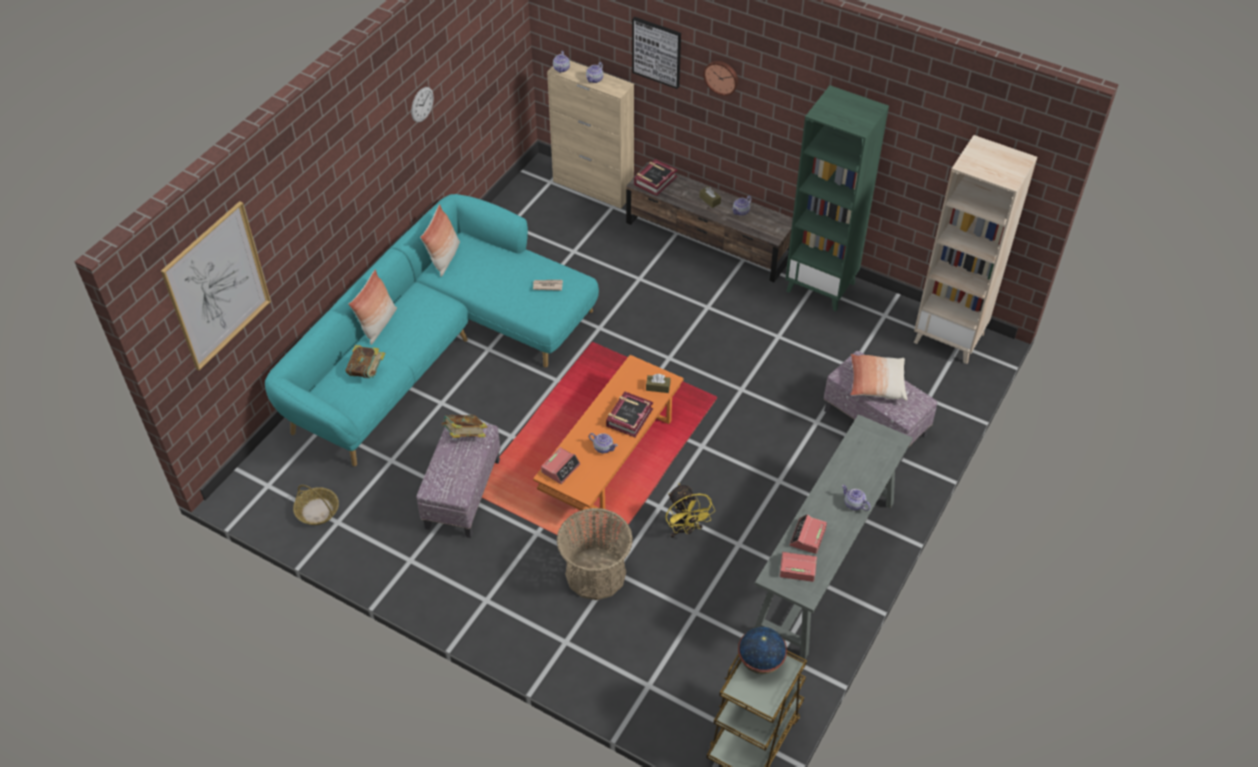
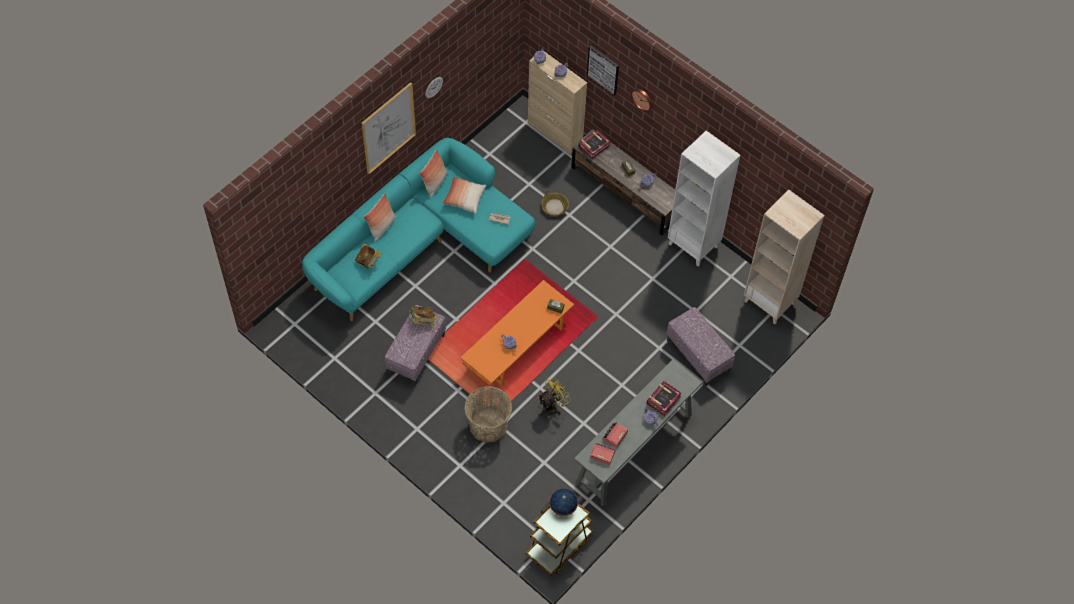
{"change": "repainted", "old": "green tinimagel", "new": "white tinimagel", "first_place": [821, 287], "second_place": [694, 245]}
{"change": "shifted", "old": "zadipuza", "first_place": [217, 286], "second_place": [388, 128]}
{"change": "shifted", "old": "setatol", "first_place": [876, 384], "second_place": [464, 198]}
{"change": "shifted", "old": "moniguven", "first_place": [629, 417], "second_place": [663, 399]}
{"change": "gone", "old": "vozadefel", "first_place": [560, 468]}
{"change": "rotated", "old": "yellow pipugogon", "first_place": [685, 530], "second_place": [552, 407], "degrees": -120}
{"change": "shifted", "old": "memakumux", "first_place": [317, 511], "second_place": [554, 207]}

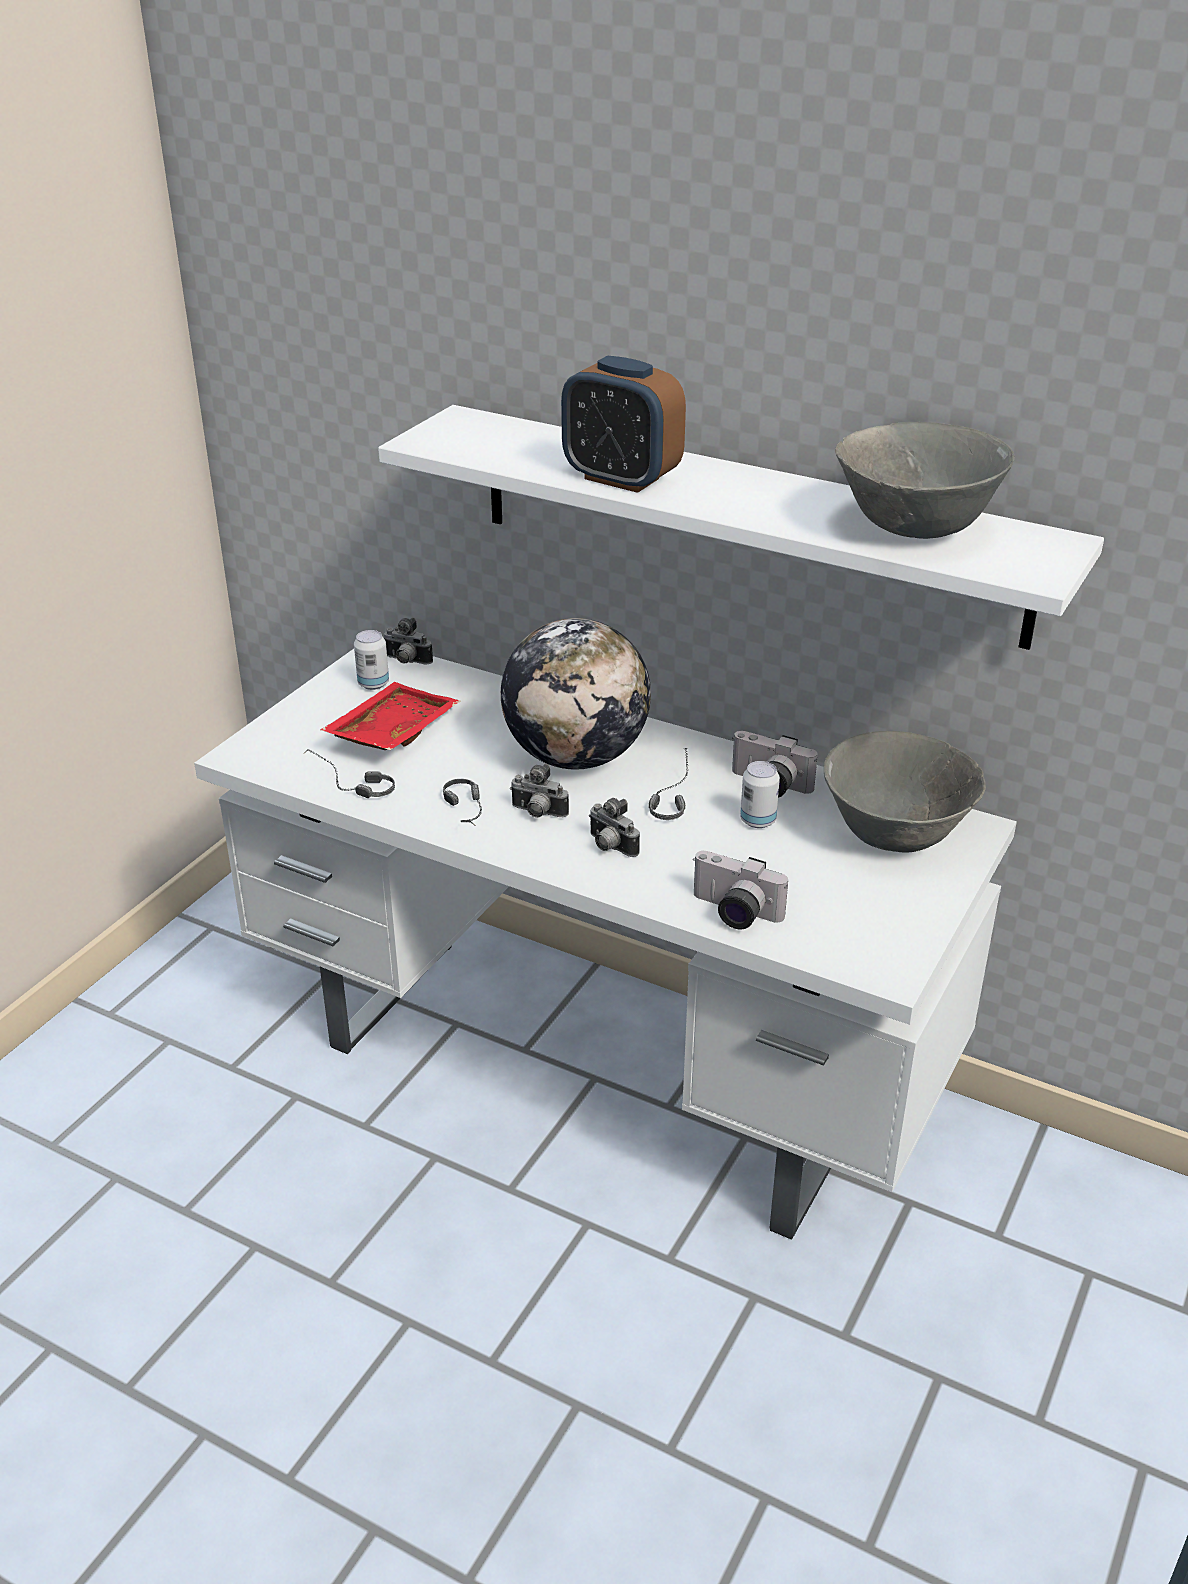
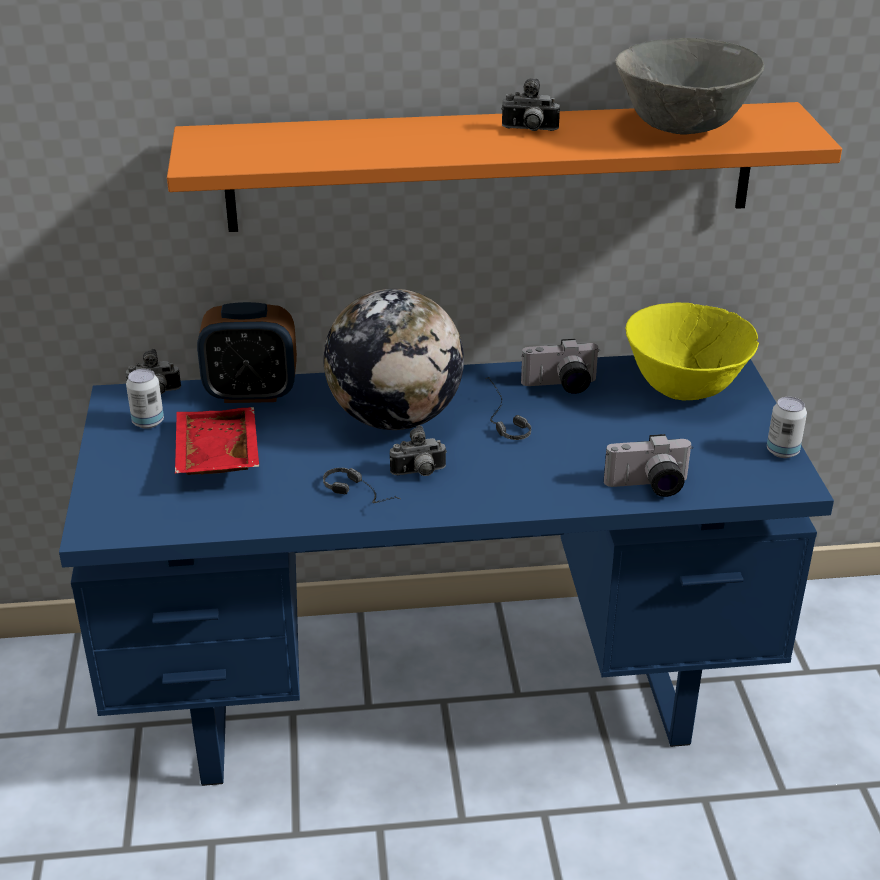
{"change": "shifted", "old": "vozadefel", "first_place": [621, 479], "second_place": [251, 393]}
{"change": "repainted", "old": "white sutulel", "new": "orange sutulel", "first_place": [745, 523], "second_place": [492, 167]}
{"change": "repainted", "old": "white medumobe", "new": "blue medumobe", "first_place": [597, 1072], "second_place": [441, 695]}
{"change": "repainted", "old": "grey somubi", "new": "yellow somubi", "first_place": [894, 834], "second_place": [684, 387]}
{"change": "gone", "old": "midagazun", "first_place": [347, 786]}
{"change": "shifted", "old": "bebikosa", "first_place": [758, 821], "second_place": [782, 451]}
{"change": "shifted", "old": "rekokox", "first_place": [609, 847], "second_place": [529, 130]}

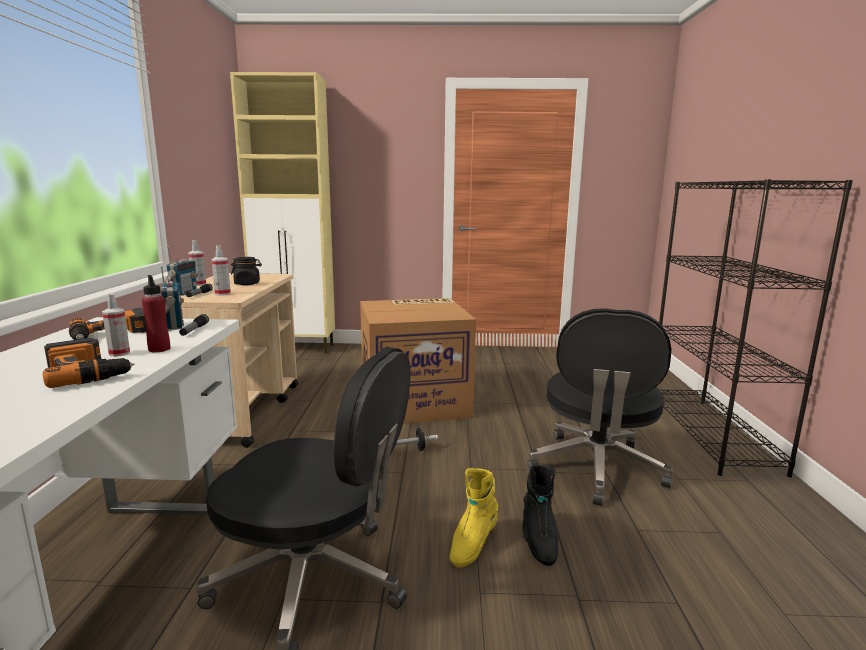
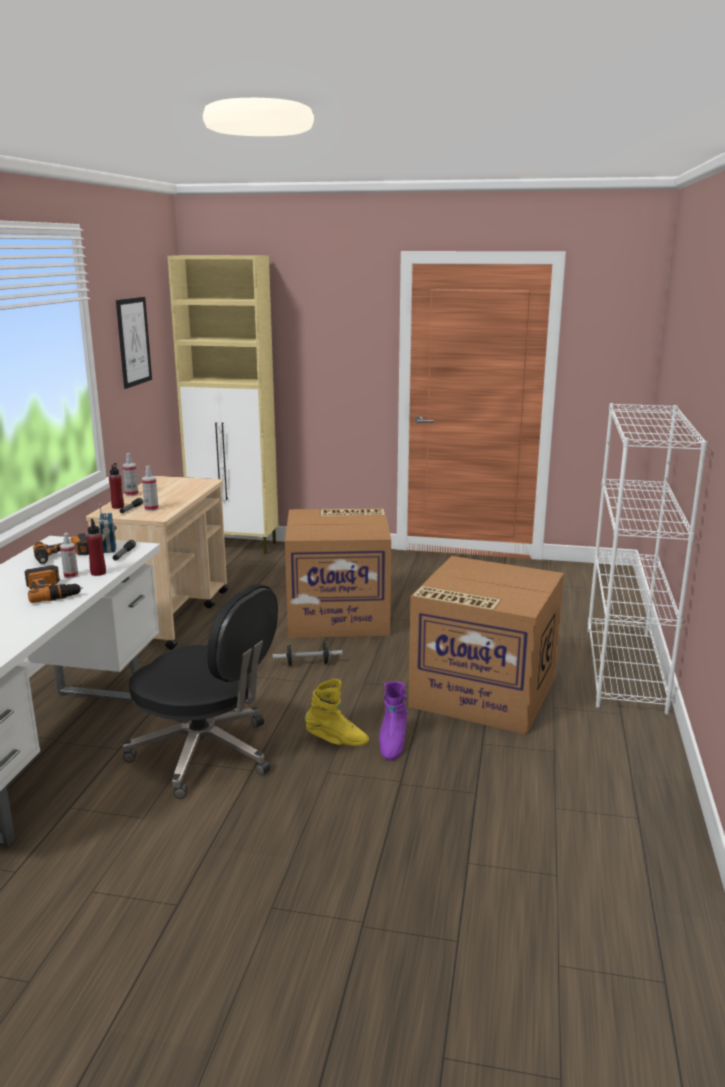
{"change": "repainted", "old": "black tinimagel", "new": "white tinimagel", "first_place": [711, 434], "second_place": [625, 669]}
{"change": "swapped", "old": "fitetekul", "new": "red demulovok", "first_place": [183, 293], "second_place": [118, 507]}
{"change": "gone", "old": "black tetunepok", "first_place": [247, 284]}
{"change": "swapped", "old": "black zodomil", "new": "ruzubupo", "first_place": [596, 469], "second_place": [481, 692]}
{"change": "repainted", "old": "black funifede", "new": "purple funifede", "first_place": [538, 540], "second_place": [392, 743]}
{"change": "rotated", "old": "yellow funifede", "first_place": [472, 544], "second_place": [336, 741], "degrees": -120}
{"change": "new", "new": "zadipuza", "second_place": [133, 341]}

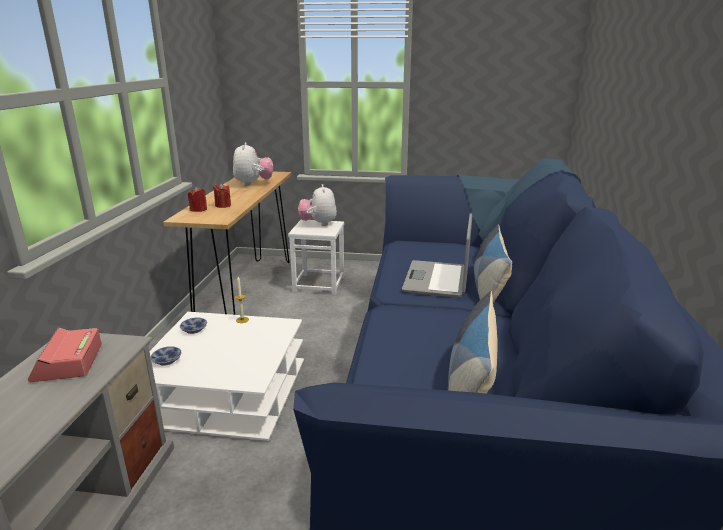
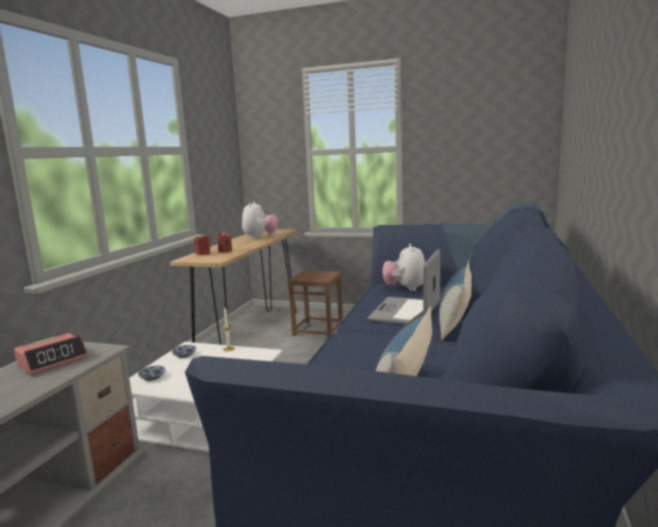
{"change": "shifted", "old": "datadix", "first_place": [318, 224], "second_place": [405, 289]}
{"change": "repainted", "old": "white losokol", "new": "brown losokol", "first_place": [319, 283], "second_place": [318, 330]}
{"change": "rotated", "old": "vozadefel", "first_place": [68, 363], "second_place": [53, 361], "degrees": -135}

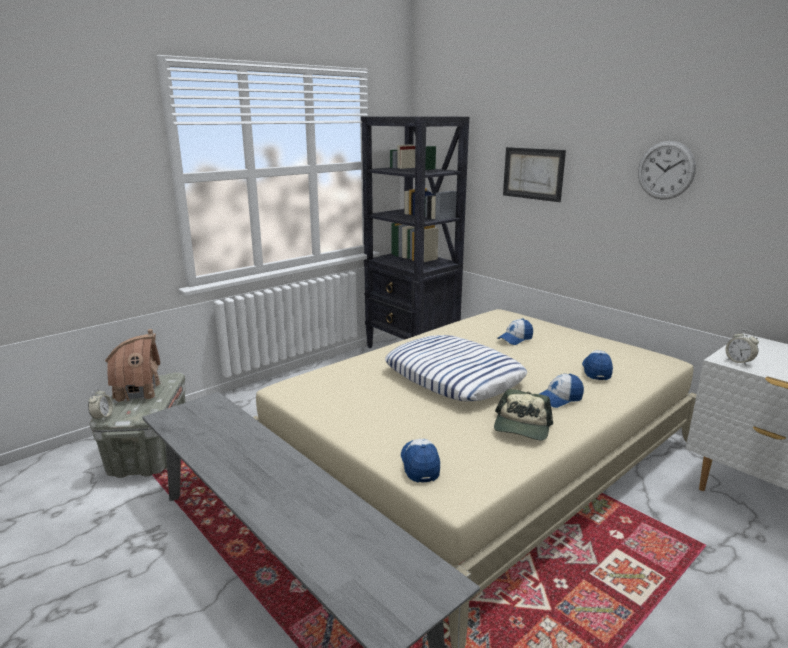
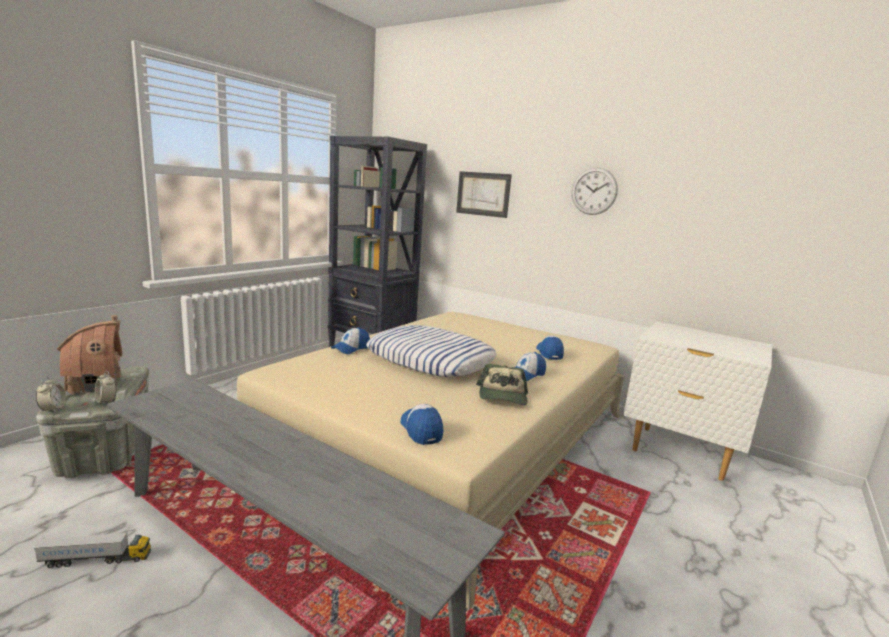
{"change": "shifted", "old": "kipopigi", "first_place": [515, 339], "second_place": [351, 349]}
{"change": "shifted", "old": "vozadefel", "first_place": [739, 362], "second_place": [106, 402]}
{"change": "new", "new": "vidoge", "second_place": [96, 560]}

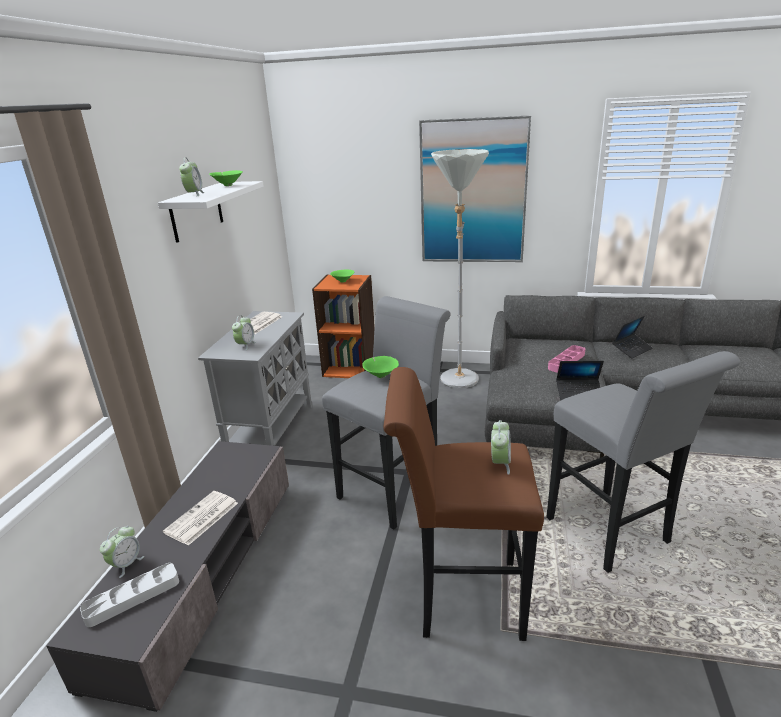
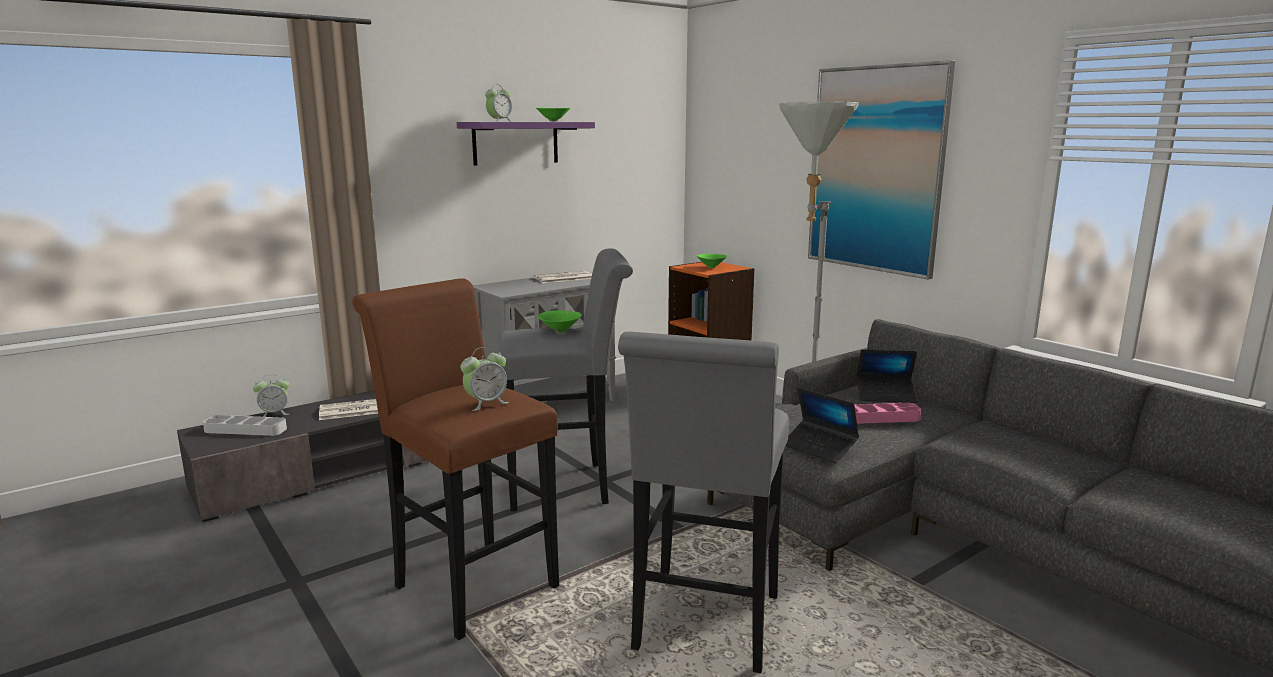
{"change": "repainted", "old": "white sutulel", "new": "purple sutulel", "first_place": [196, 211], "second_place": [516, 143]}
{"change": "gone", "old": "vozadefel", "first_place": [245, 345]}
{"change": "shifted", "old": "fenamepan", "first_place": [631, 349], "second_place": [886, 396]}

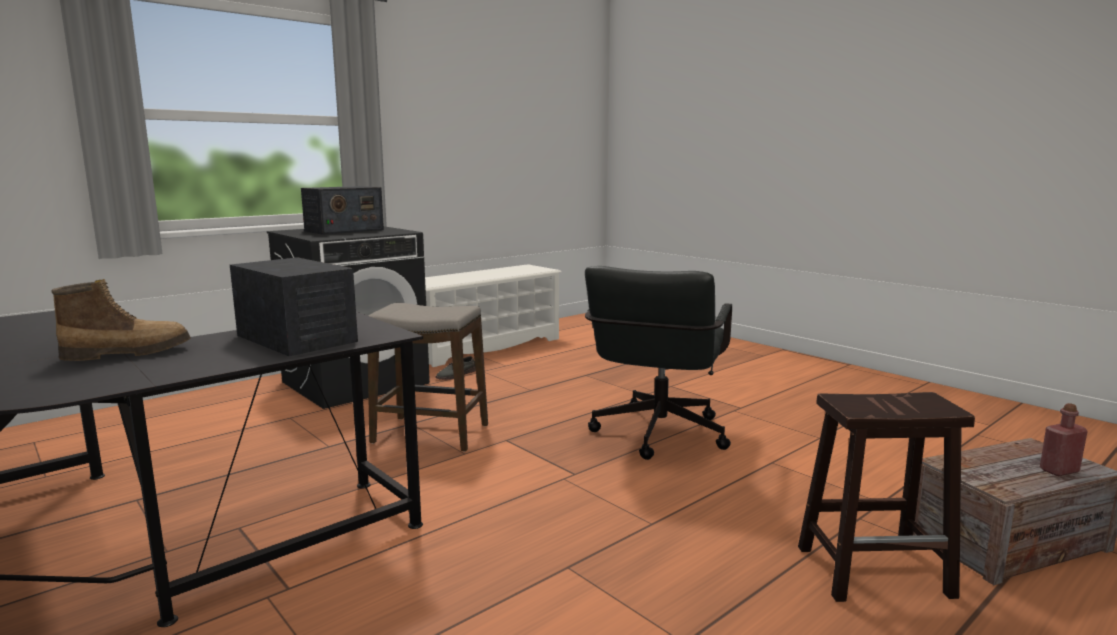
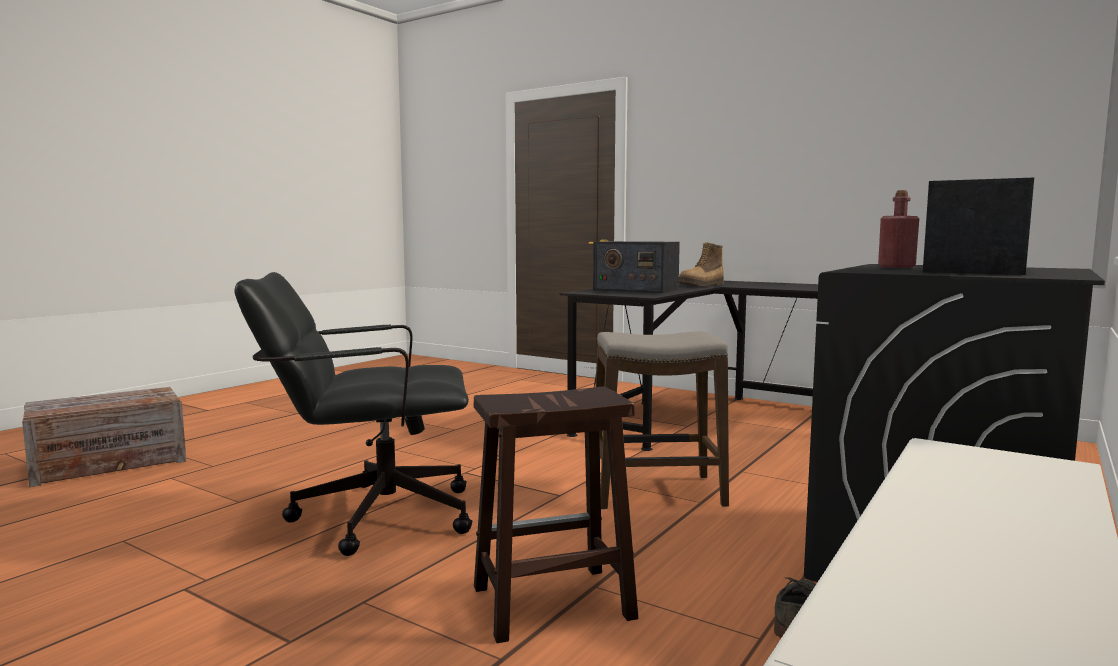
{"change": "rotated", "old": "black zodomil", "first_place": [656, 437], "second_place": [368, 516], "degrees": -105}
{"change": "shifted", "old": "brown losokol", "first_place": [875, 571], "second_place": [550, 603]}
{"change": "shifted", "old": "red demulovok", "first_place": [1059, 471], "second_place": [896, 267]}

